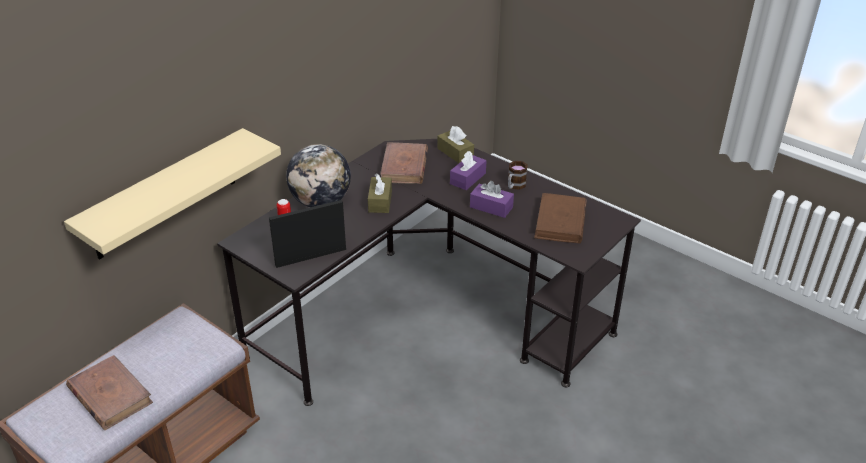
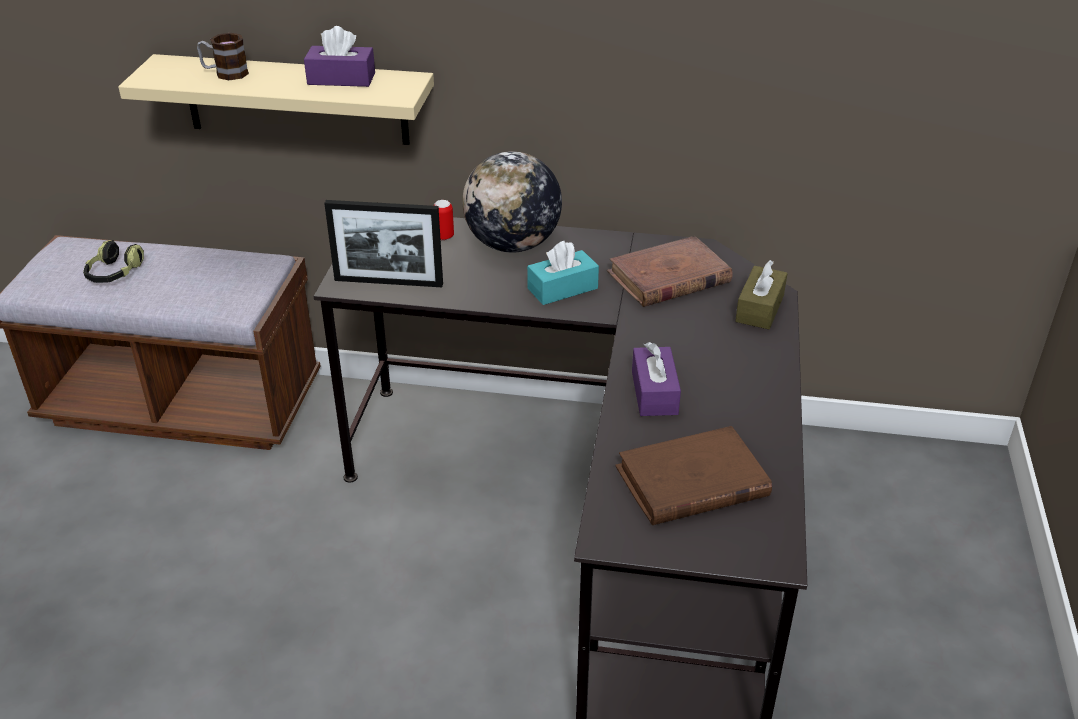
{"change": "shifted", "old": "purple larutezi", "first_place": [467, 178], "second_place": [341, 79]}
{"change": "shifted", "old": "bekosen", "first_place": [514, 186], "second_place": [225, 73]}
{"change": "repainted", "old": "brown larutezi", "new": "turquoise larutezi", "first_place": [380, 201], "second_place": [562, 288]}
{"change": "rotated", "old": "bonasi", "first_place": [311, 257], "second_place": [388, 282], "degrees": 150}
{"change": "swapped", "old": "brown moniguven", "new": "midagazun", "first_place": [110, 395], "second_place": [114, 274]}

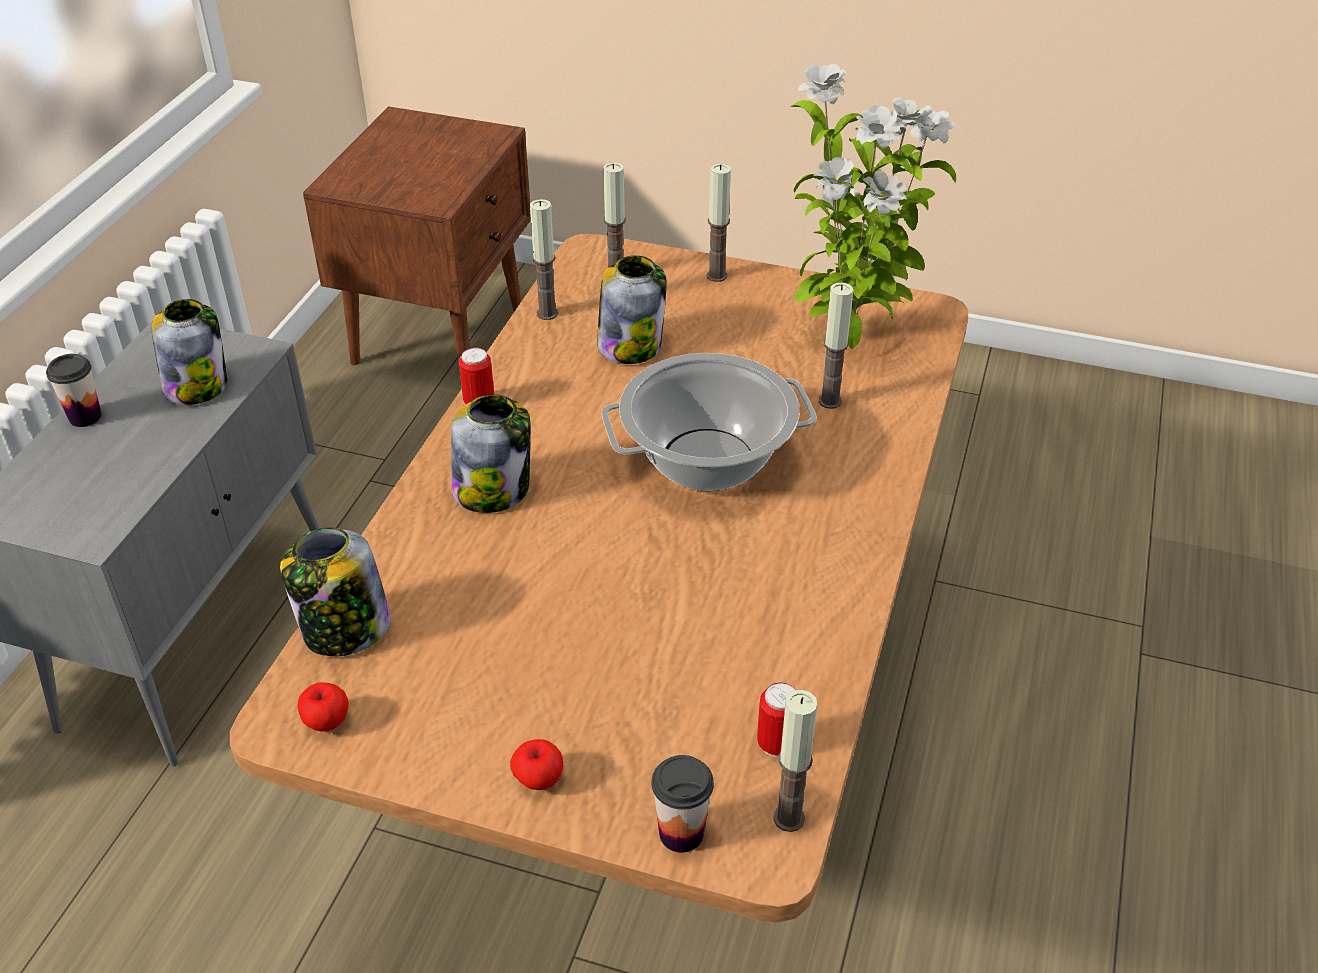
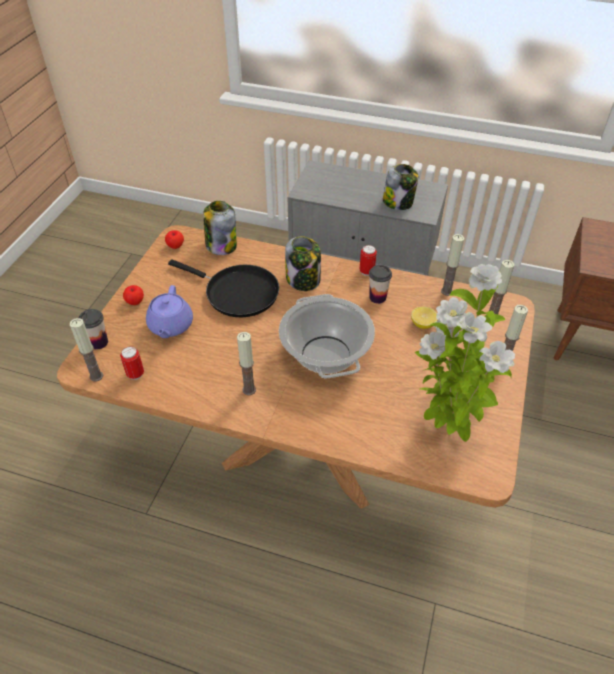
{"change": "swapped", "old": "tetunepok", "new": "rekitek", "first_place": [630, 345], "second_place": [423, 324]}
{"change": "shifted", "old": "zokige", "first_place": [830, 401], "second_place": [249, 390]}
{"change": "shifted", "old": "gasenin", "first_place": [85, 417], "second_place": [377, 297]}
{"change": "new", "new": "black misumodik", "second_place": [237, 293]}
{"change": "new", "new": "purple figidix", "second_place": [170, 326]}

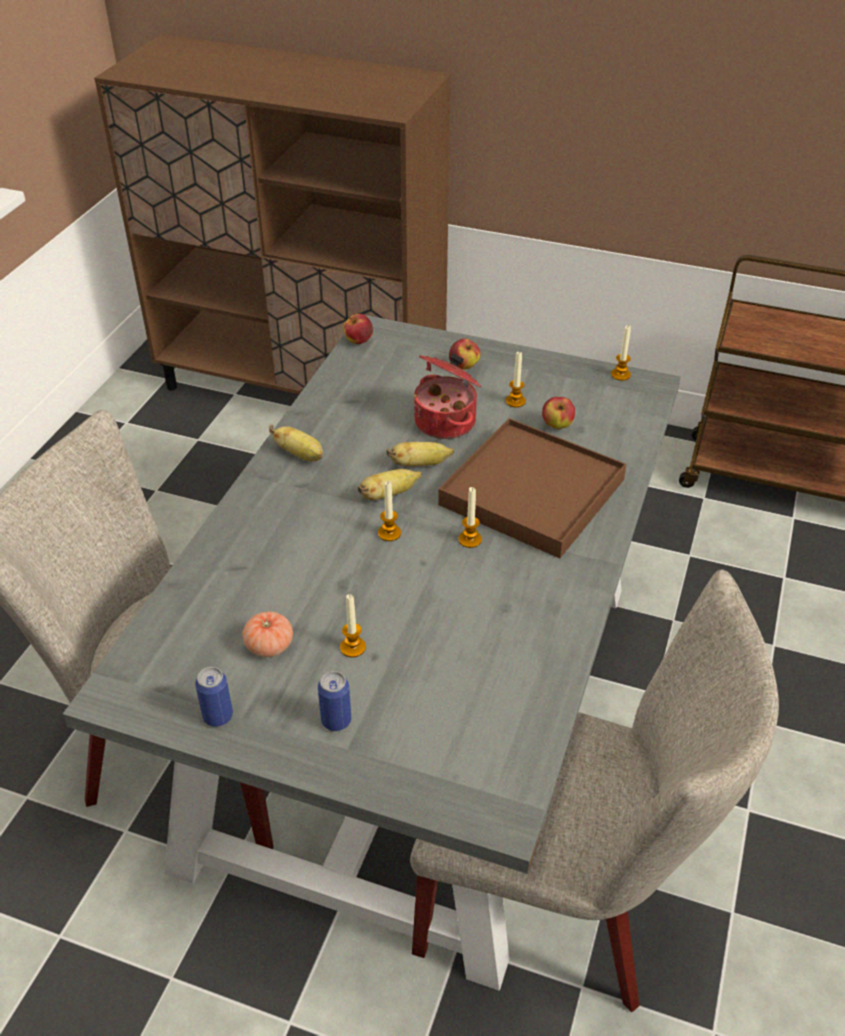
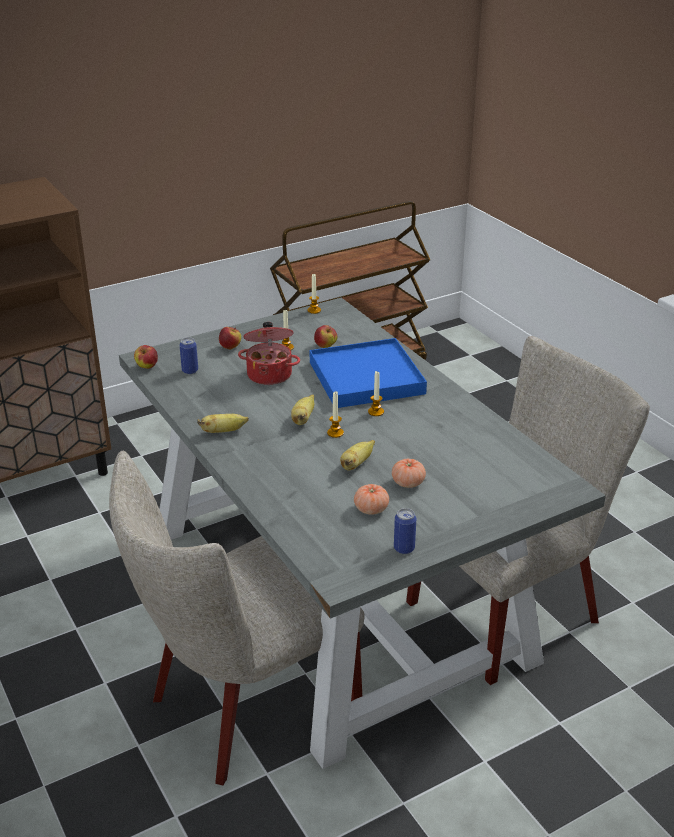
{"change": "repainted", "old": "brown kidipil", "new": "blue kidipil", "first_place": [532, 492], "second_place": [366, 378]}
{"change": "shifted", "old": "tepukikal", "first_place": [420, 464], "second_place": [356, 464]}
{"change": "swapped", "old": "zokige", "new": "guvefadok", "first_place": [353, 647], "second_place": [408, 483]}
{"change": "shifted", "old": "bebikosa", "first_place": [336, 721], "second_place": [190, 370]}

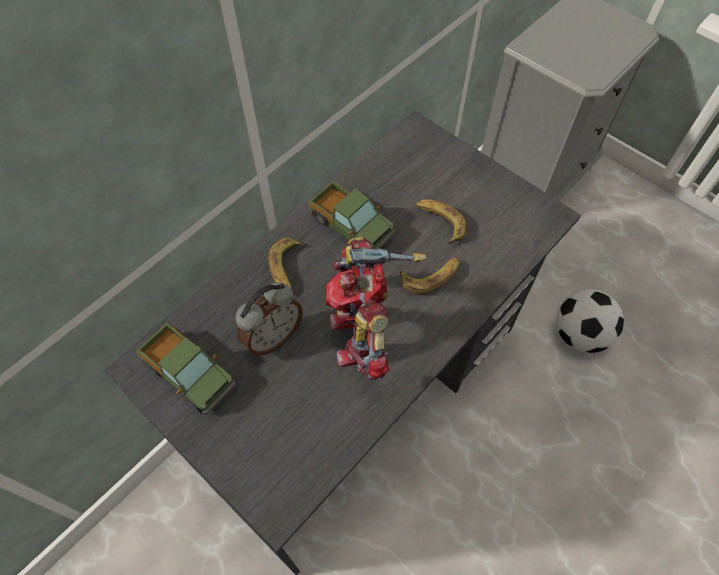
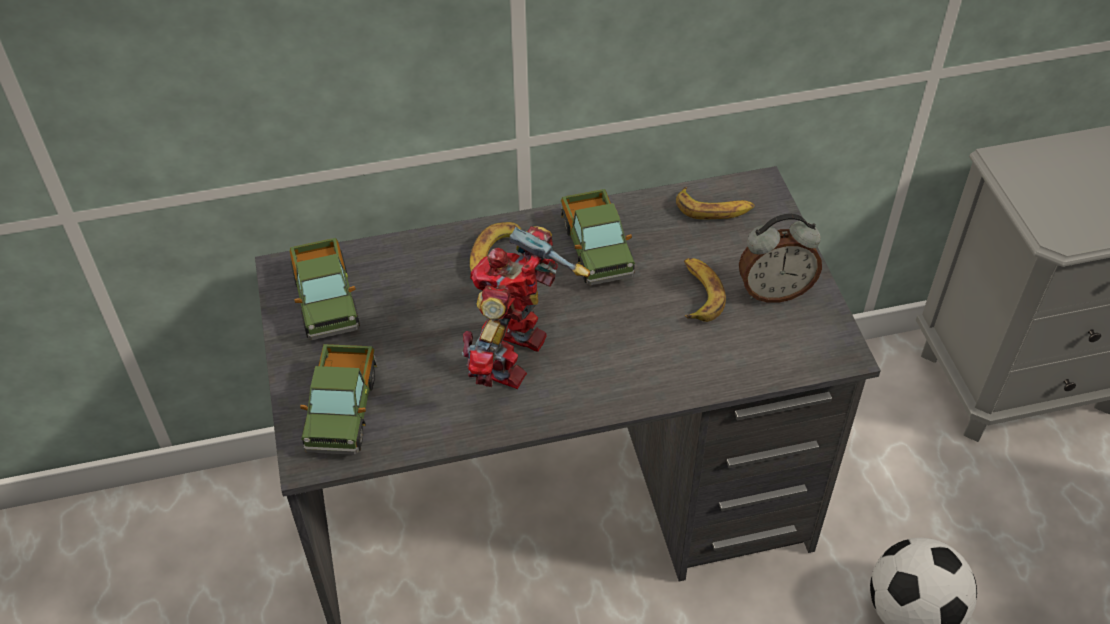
{"change": "shifted", "old": "tepukikal", "first_place": [431, 276], "second_place": [714, 209]}
{"change": "shifted", "old": "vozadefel", "first_place": [273, 336], "second_place": [774, 291]}
{"change": "new", "new": "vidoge", "second_place": [342, 410]}

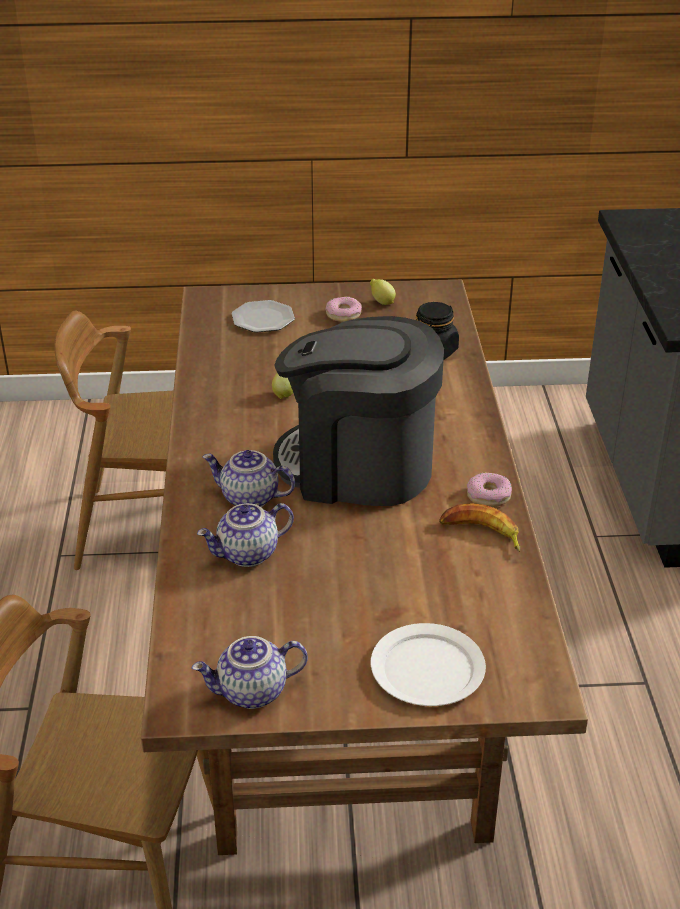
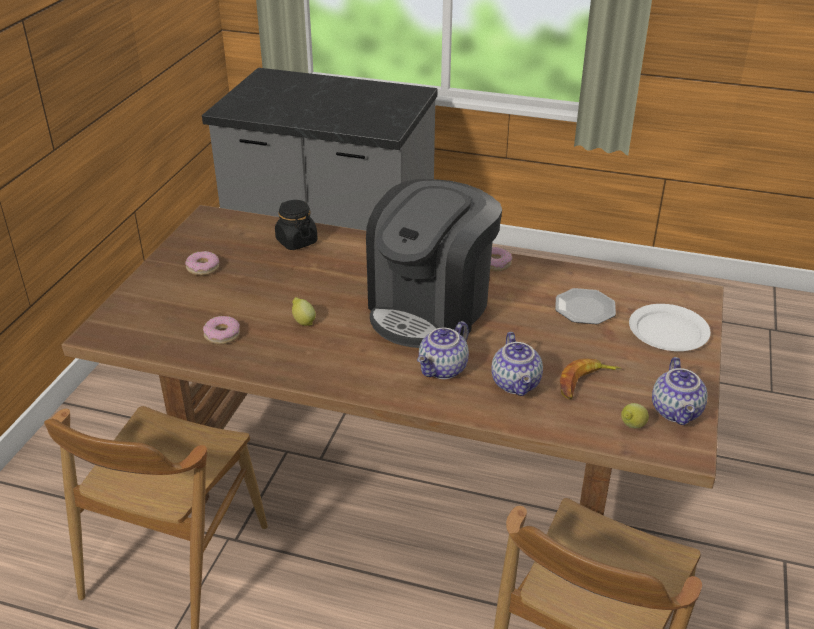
{"change": "shifted", "old": "rekitek", "first_place": [381, 302], "second_place": [631, 427]}
{"change": "shifted", "old": "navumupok", "first_place": [262, 319], "second_place": [584, 309]}
{"change": "shifted", "old": "tepukikal", "first_place": [481, 533], "second_place": [585, 383]}
{"change": "new", "new": "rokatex", "second_place": [222, 335]}

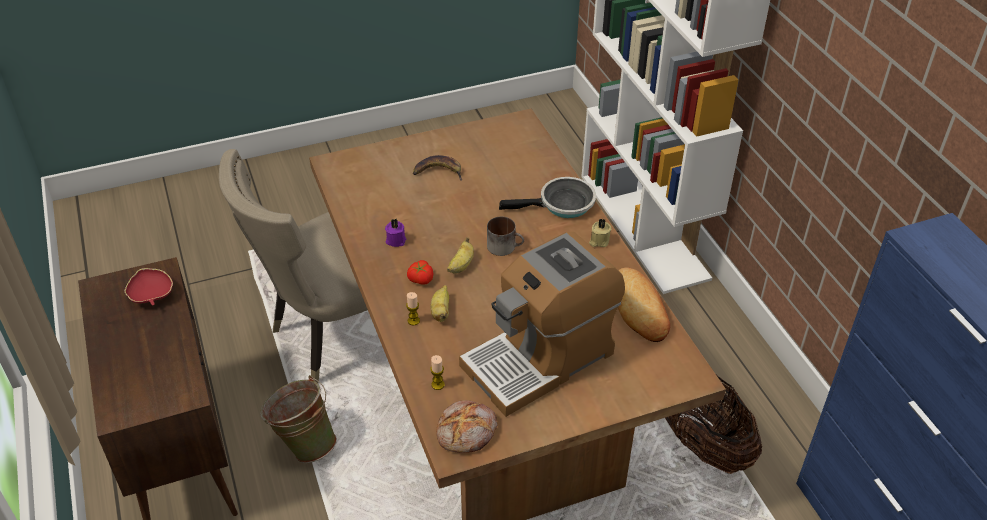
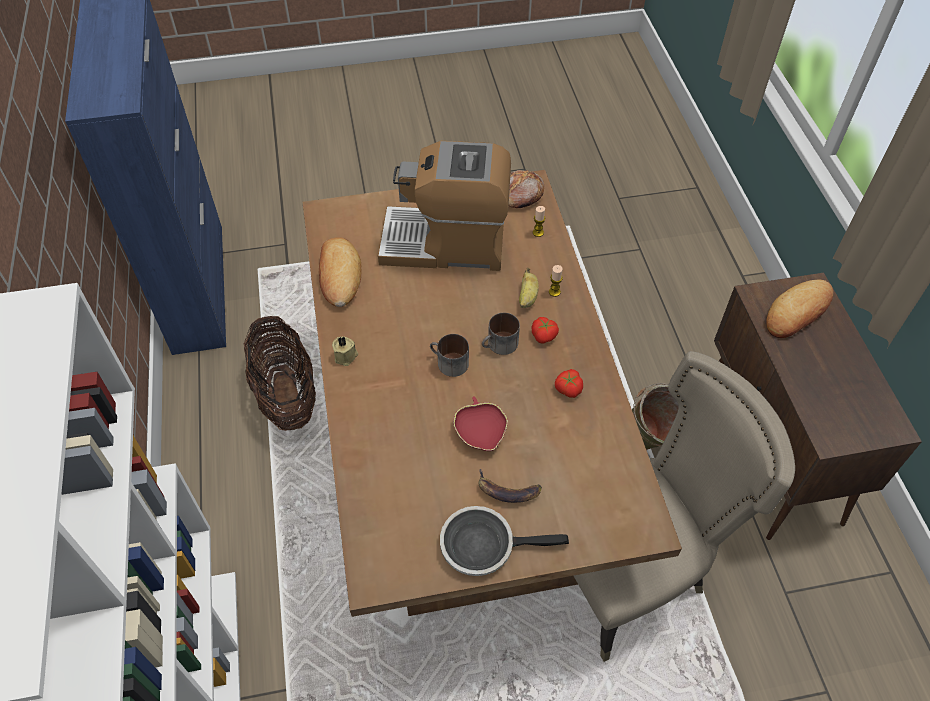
{"change": "shifted", "old": "misumodik", "first_place": [562, 204], "second_place": [483, 545]}
{"change": "swapped", "old": "purple zokige", "new": "guvefadok", "first_place": [395, 240], "second_place": [567, 389]}
{"change": "rotated", "old": "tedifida", "first_place": [540, 358], "second_place": [446, 243], "degrees": -150}
{"change": "swapped", "old": "tepukikal", "new": "bekosen", "first_place": [461, 266], "second_place": [500, 345]}
{"change": "shifted", "old": "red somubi", "first_place": [151, 295], "second_place": [480, 432]}
{"change": "new", "new": "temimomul", "second_place": [797, 312]}

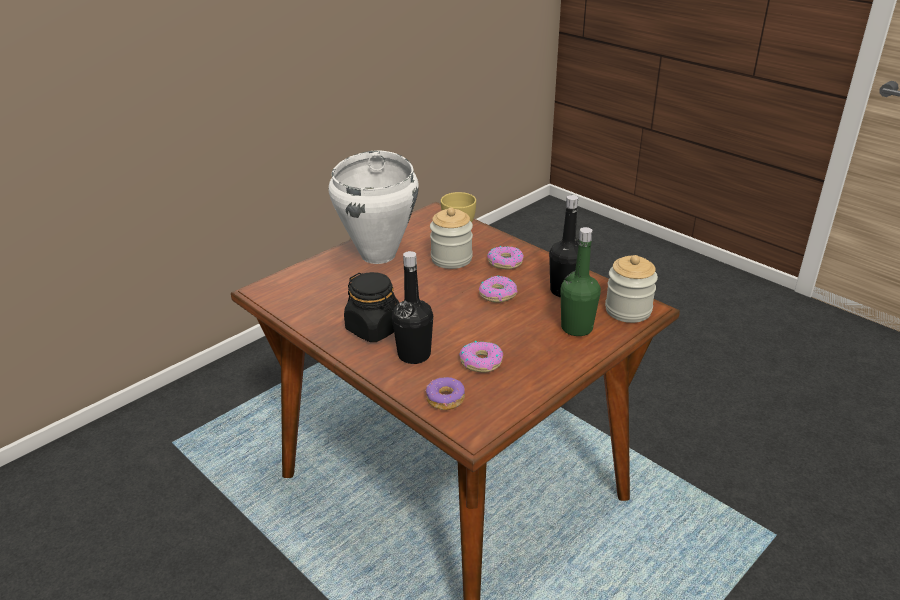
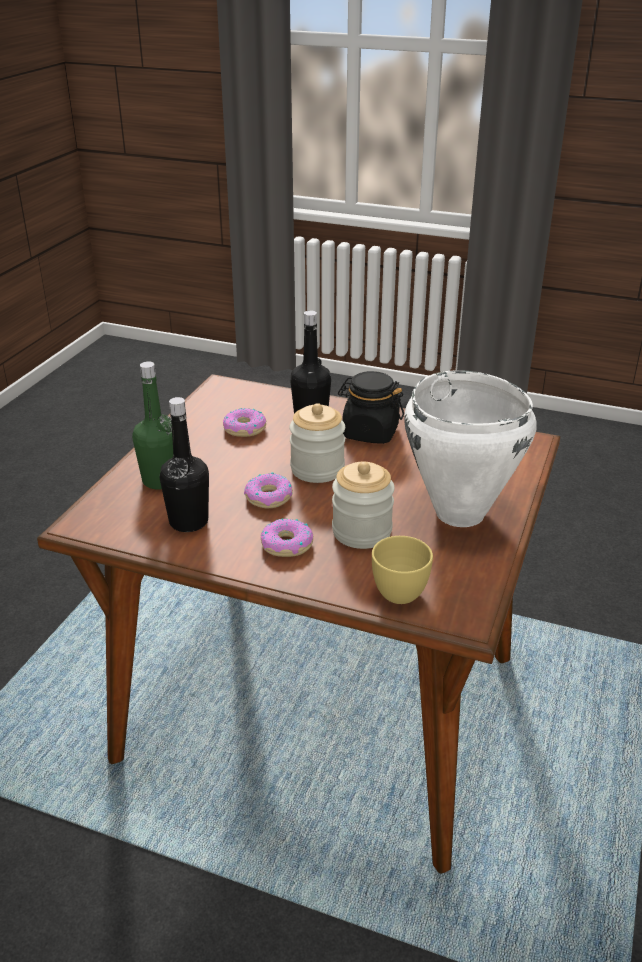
{"change": "shifted", "old": "tetunepok", "first_place": [628, 310], "second_place": [317, 469]}
{"change": "gone", "old": "rokatex", "first_place": [445, 399]}

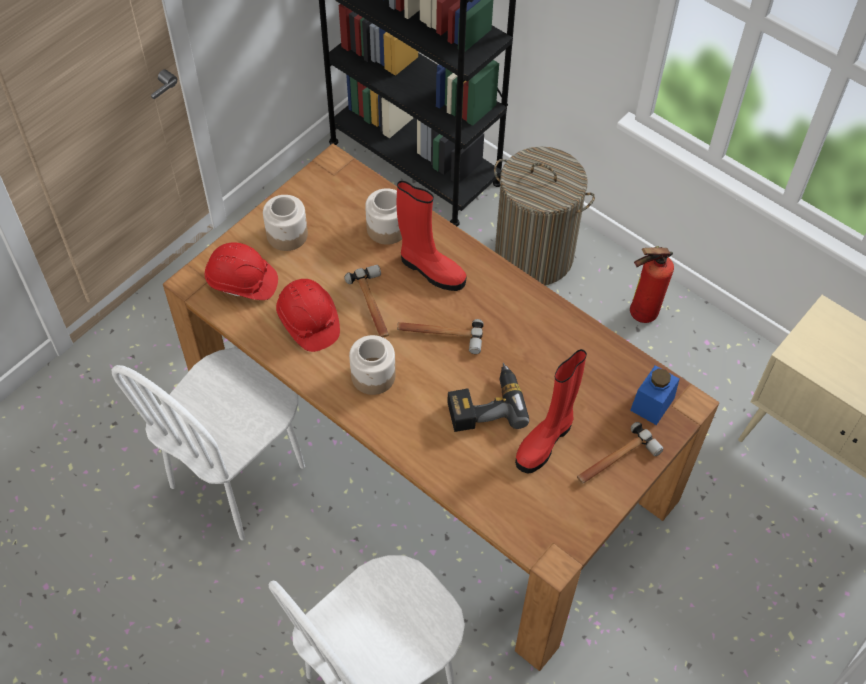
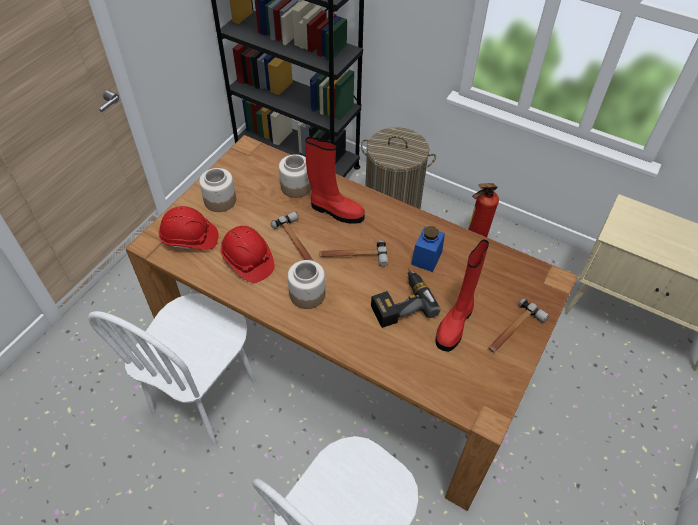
{"change": "shifted", "old": "blue tetunepok", "first_place": [652, 404], "second_place": [426, 258]}

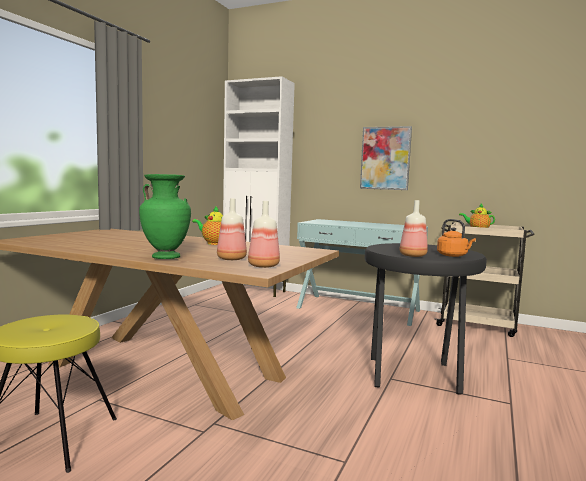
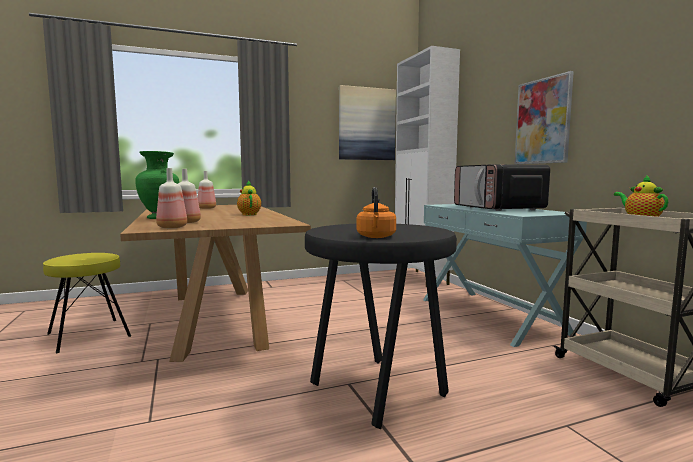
{"change": "shifted", "old": "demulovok", "first_place": [412, 256], "second_place": [206, 208]}
{"change": "new", "new": "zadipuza", "second_place": [366, 124]}
{"change": "new", "new": "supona", "second_place": [498, 208]}

